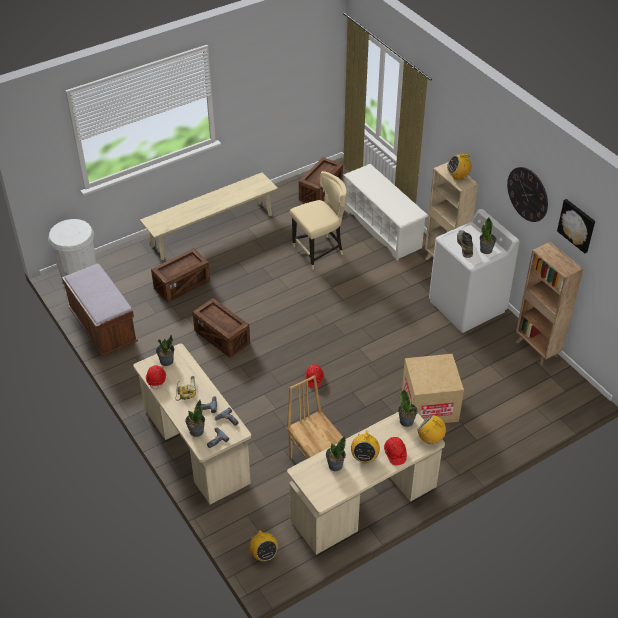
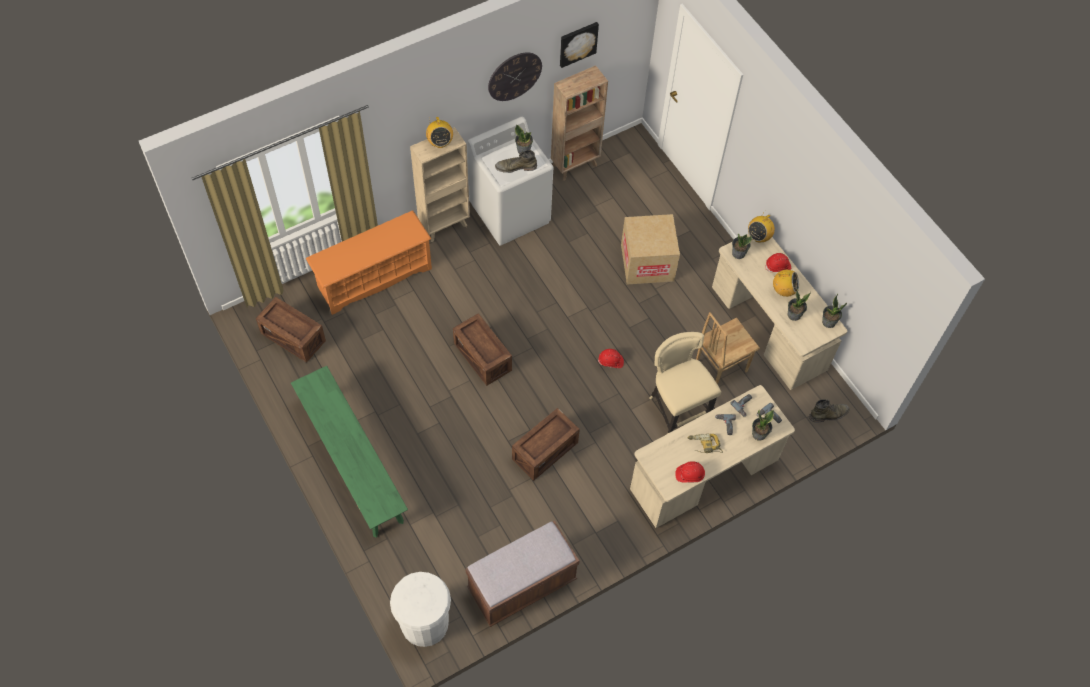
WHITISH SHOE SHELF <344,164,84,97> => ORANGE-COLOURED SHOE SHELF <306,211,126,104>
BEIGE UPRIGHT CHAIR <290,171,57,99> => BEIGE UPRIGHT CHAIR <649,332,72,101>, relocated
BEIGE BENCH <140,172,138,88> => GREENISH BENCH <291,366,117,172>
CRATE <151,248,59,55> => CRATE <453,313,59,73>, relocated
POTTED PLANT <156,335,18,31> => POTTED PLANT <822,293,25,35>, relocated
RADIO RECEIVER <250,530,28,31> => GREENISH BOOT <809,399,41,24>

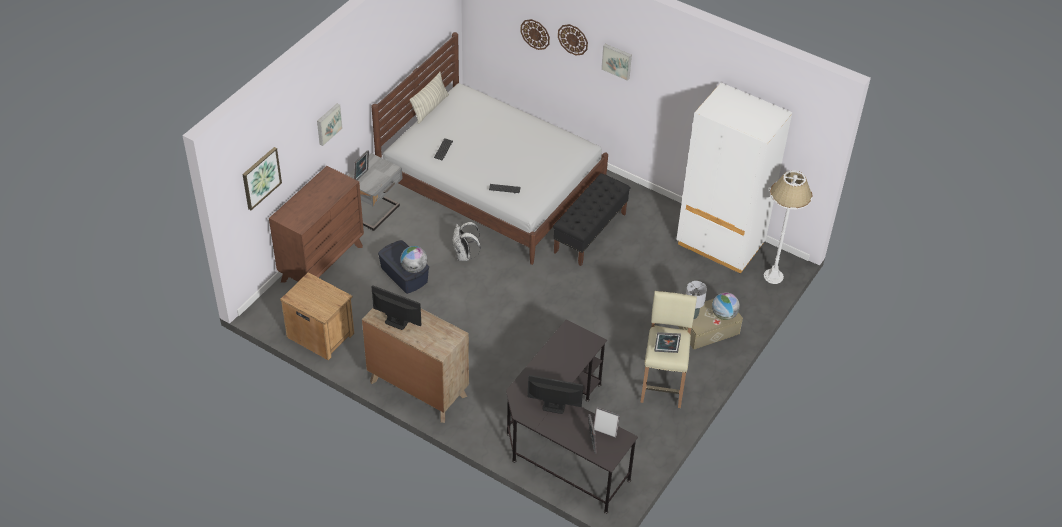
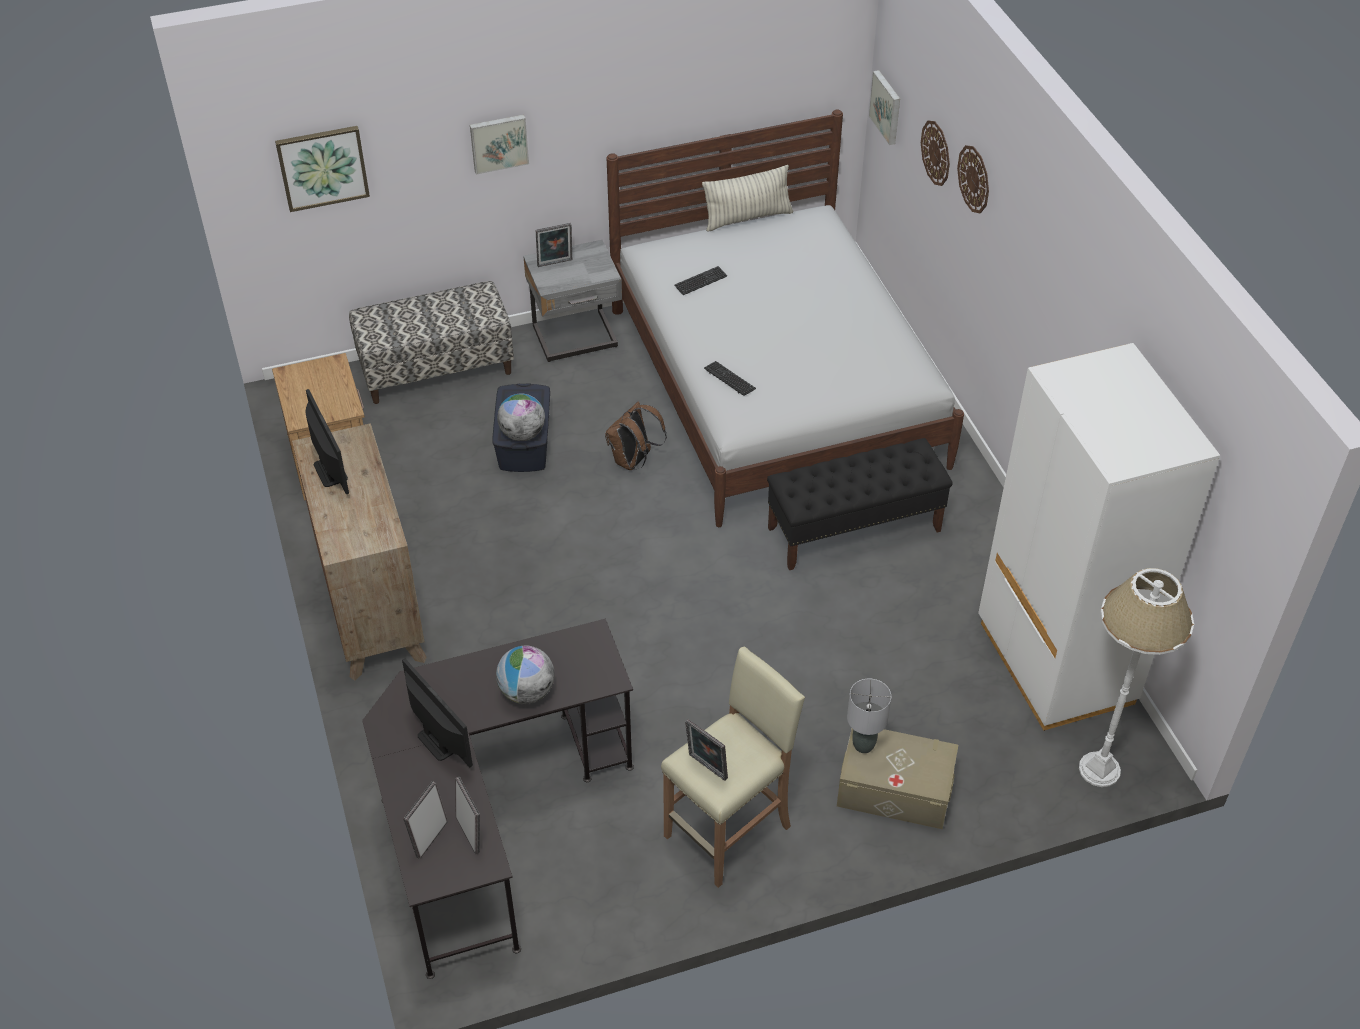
WALL ART <601,44,31,37> => WALL ART <869,70,31,75>, relocated
BROWN-COLOURED CHEST OF DRAWERS <269,166,95,117> => BENCH <349,281,165,123>
WHITISH BACKPACK <452,222,29,39> => BROWN-COLOURED BACKPACK <605,401,62,69>
DESK GLOBE <712,292,28,28> => DESK GLOBE <496,646,59,58>, relocated

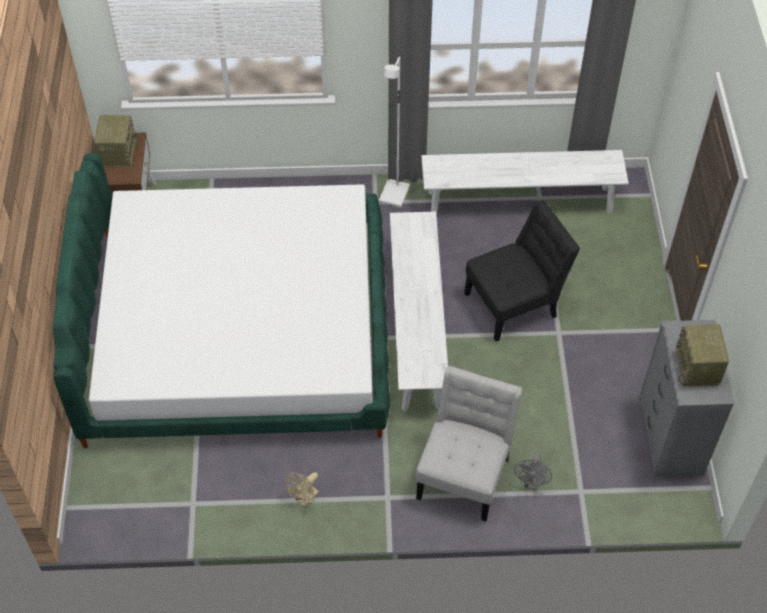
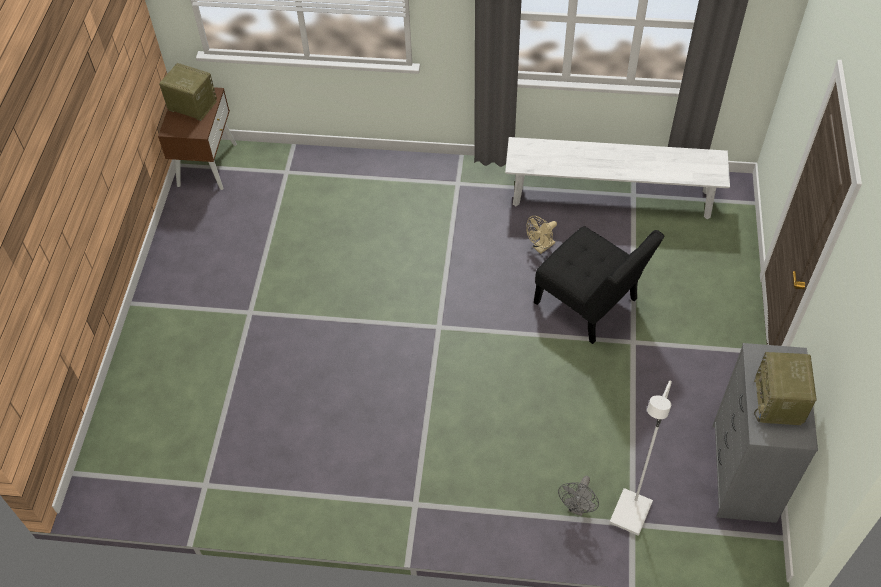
WHITISH STANDING LAMP <379,57,31,151> => WHITISH STANDING LAMP <609,380,63,156>, relocated
RADIO RECEIVER <94,115,44,52> => RADIO RECEIVER <159,63,58,58>, 75 degrees counterclockwise
BEDROOM BED <53,153,337,295> => nothing
BLACK UPRIGHT CHAIR <464,200,116,141> => BLACK UPRIGHT CHAIR <534,226,131,118>, 60 degrees clockwise
WHITISH BENCH <390,212,58,200> => nothing
WHITISH UPRIGHT CHAIR <416,366,106,155> => nothing
BEIGE COOLING FAN <286,472,33,35> => BEIGE COOLING FAN <527,216,30,38>, relocated

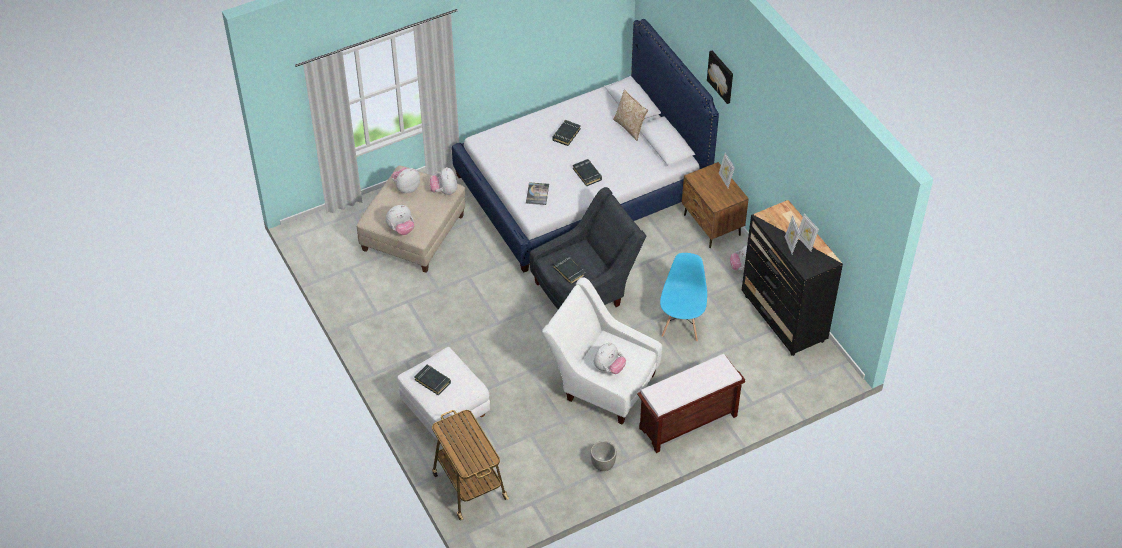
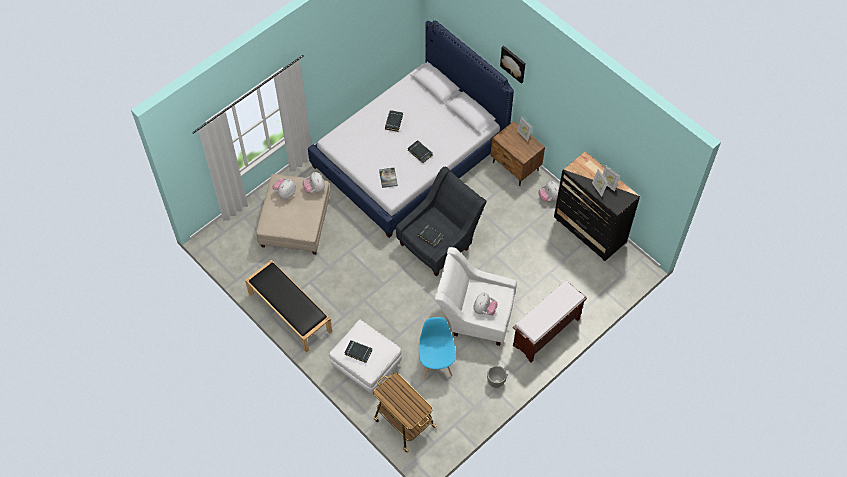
PILLOW <613,90,35,51> => nothing
CUDDLY TOY <386,205,28,30> => nothing
BLUISH UPRIGHT CHAIR <660,253,47,89> => BLUISH UPRIGHT CHAIR <419,317,37,62>, relocated
nothing => BLACK BENCH <245,260,87,93>

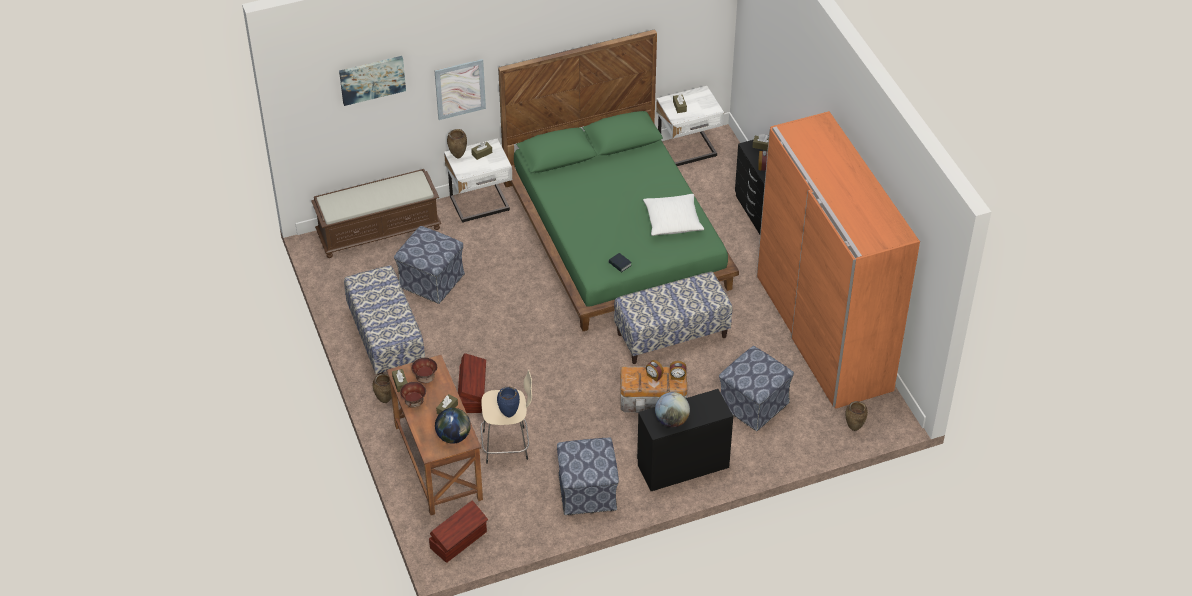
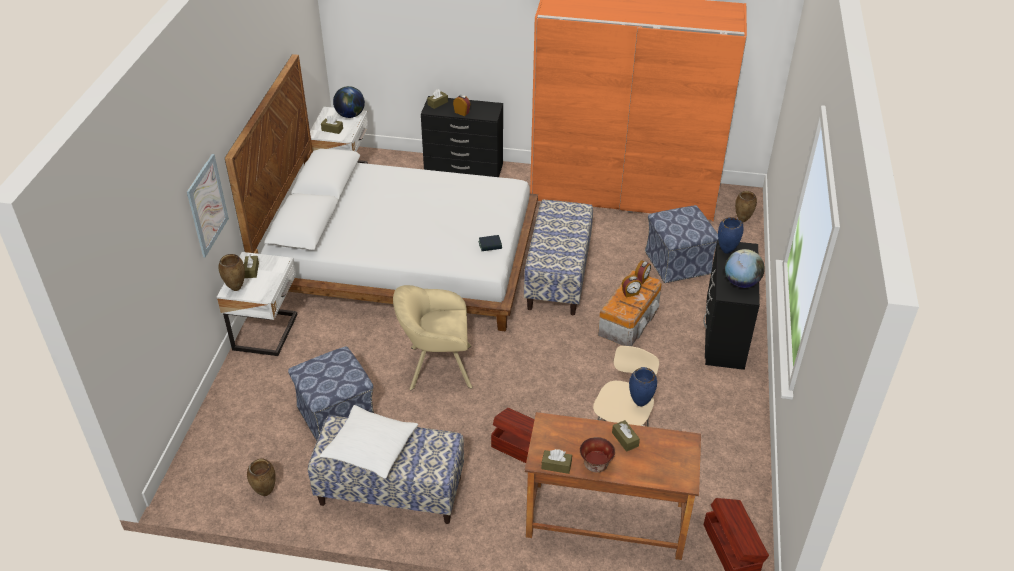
GREENISH BEDROOM BED <498,29,241,302> => WHITISH BEDROOM BED <225,54,313,278>
WALL ART <339,56,67,50> => nothing
BROWN-COLOURED BENCH <311,169,130,89> => nothing
WHITISH PILLOW <643,194,61,42> => WHITISH PILLOW <320,405,98,74>, relocated
DEEP DISH <411,358,26,25> => nothing
BROWN-COLOURED FLOWER VASE <373,374,19,29> => BROWN-COLOURED FLOWER VASE <247,458,29,38>, relocated
DESK GLOBE <435,408,36,36> => DESK GLOBE <333,86,32,32>, relocated
FOOTREST <557,437,62,78> => nothing
nothing => BLUISH FLOWER VASE <718,217,26,37>
nothing => BEIGE ARMCHAIR <393,285,79,105>

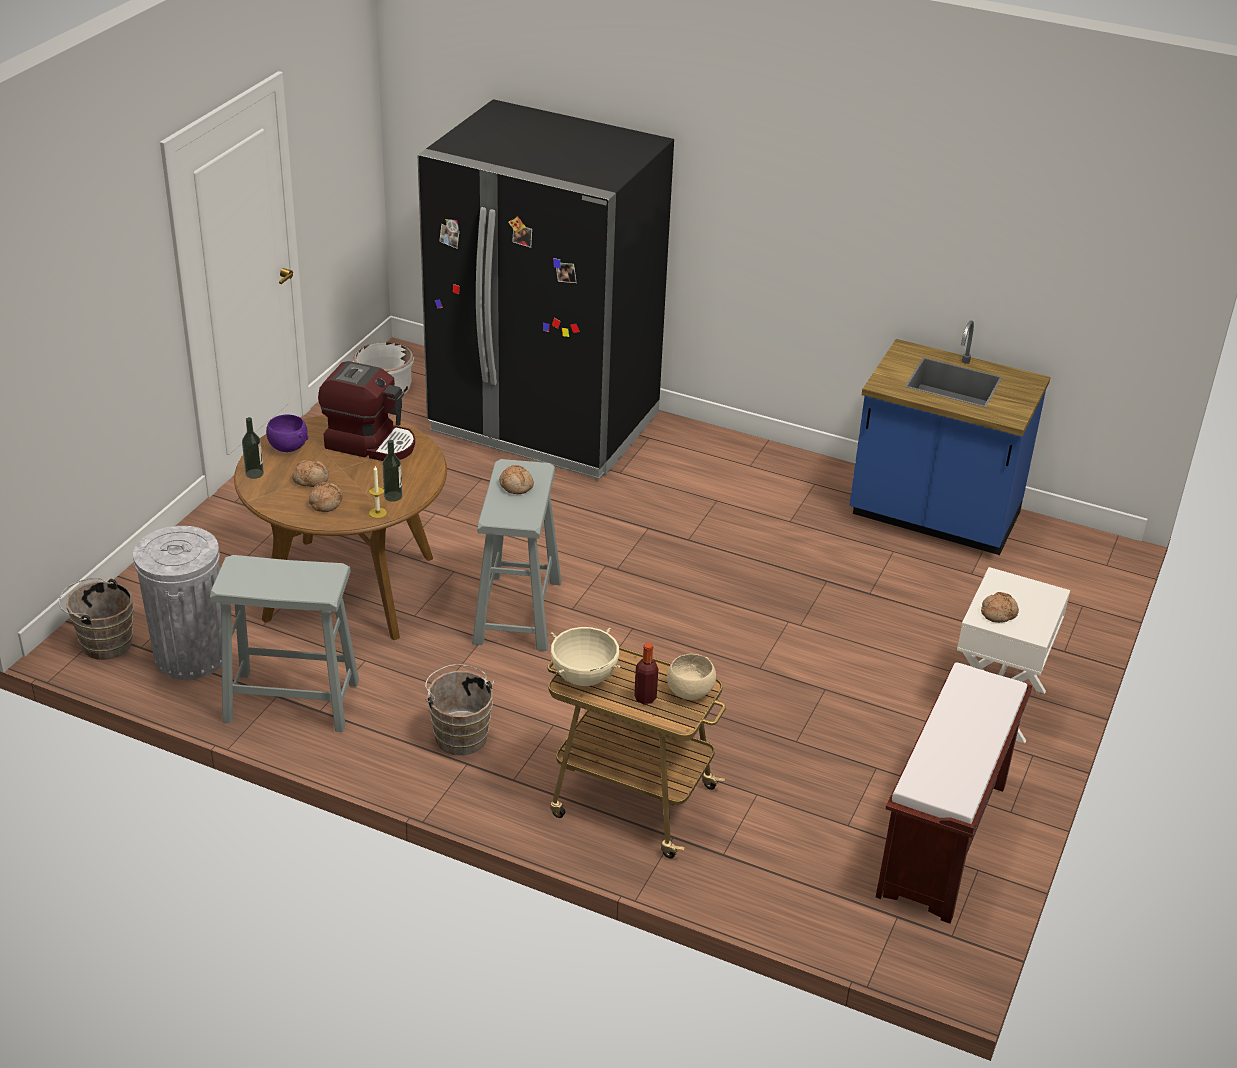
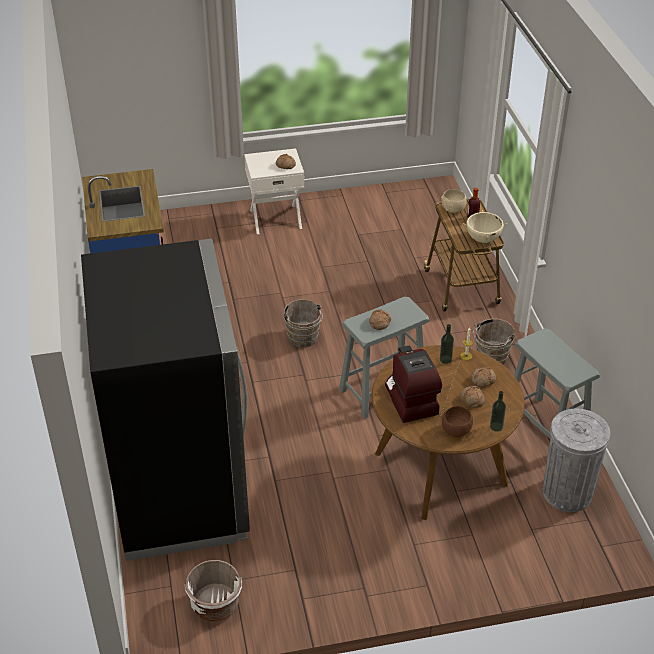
PURPLE DEEP DISH <266,414,43,38> => BROWN-COLOURED DEEP DISH <442,406,31,31>
BROWN-COLOURED PAIL <59,578,75,82> => BROWN-COLOURED PAIL <283,299,40,48>, relocated
BROWN-COLOURED BENCH <876,662,156,262> => nothing

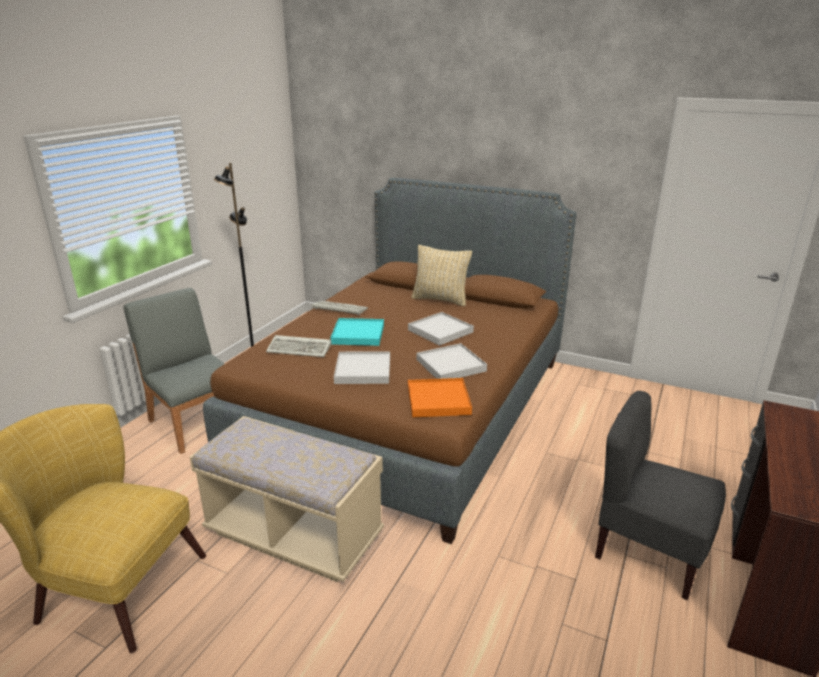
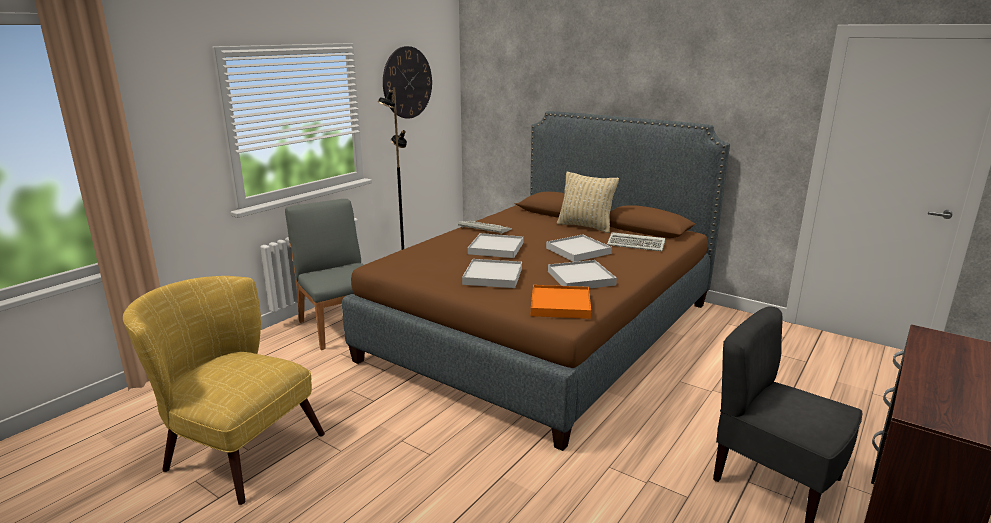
BLUE-GREEN CARRYING TRAY <330,318,54,28> => WHITISH CARRYING TRAY <468,233,56,25>
KEYBOARD <266,335,65,22> => KEYBOARD <607,232,58,19>, relocated
BEIGE BENCH <190,416,194,166> => nothing
nothing => CLOCK ON THE WALL <383,46,49,73>

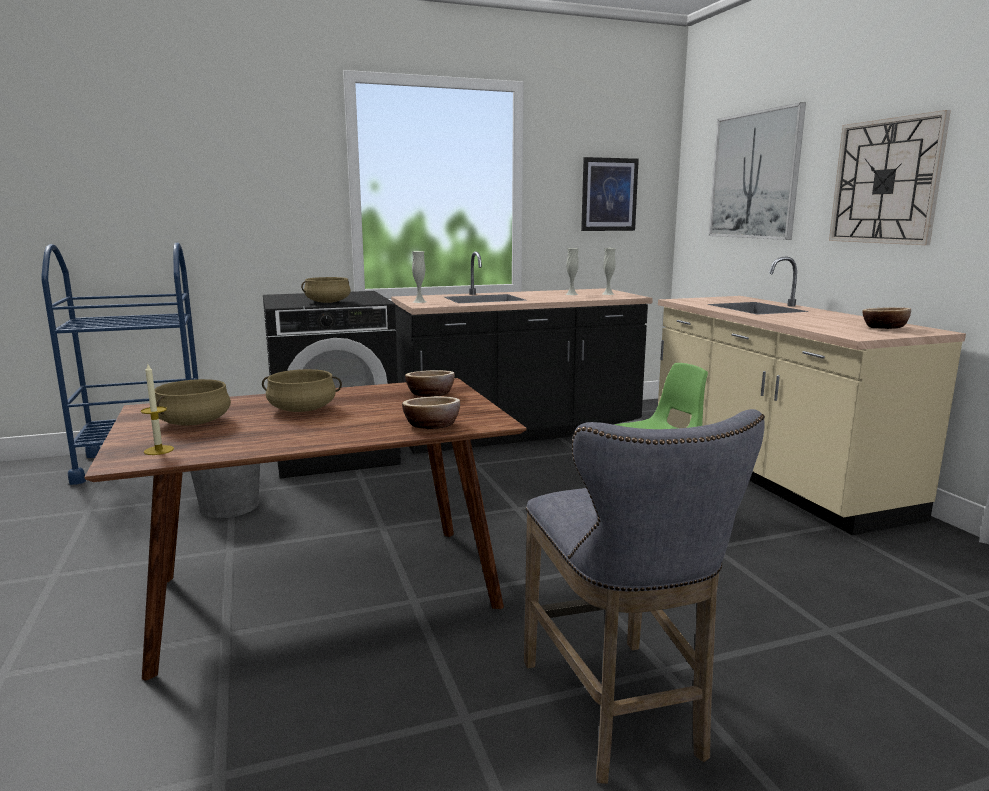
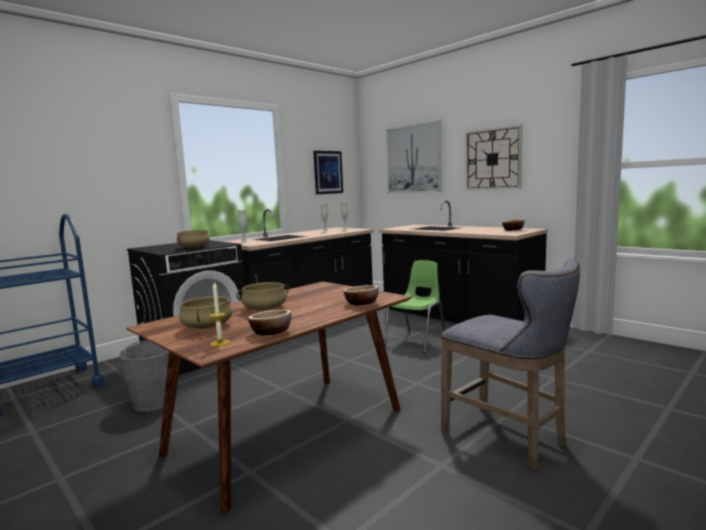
BEIGE KITCHEN BASE UNIT <658,256,308,279> => BLACK KITCHEN BASE UNIT <379,200,169,124>
DEEP DISH <405,370,50,27> => DEEP DISH <248,310,43,25>, relocated

